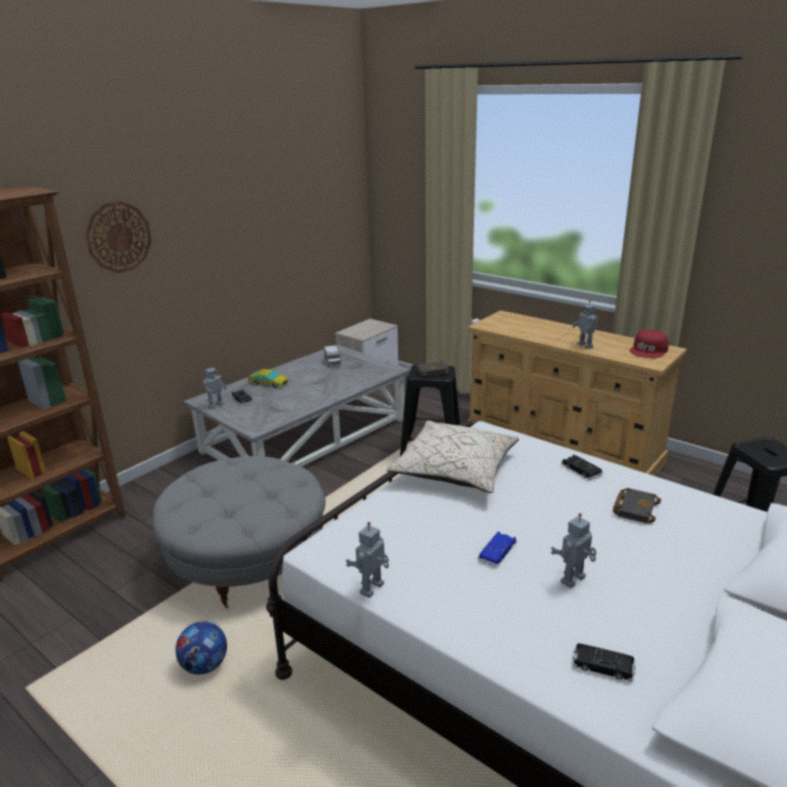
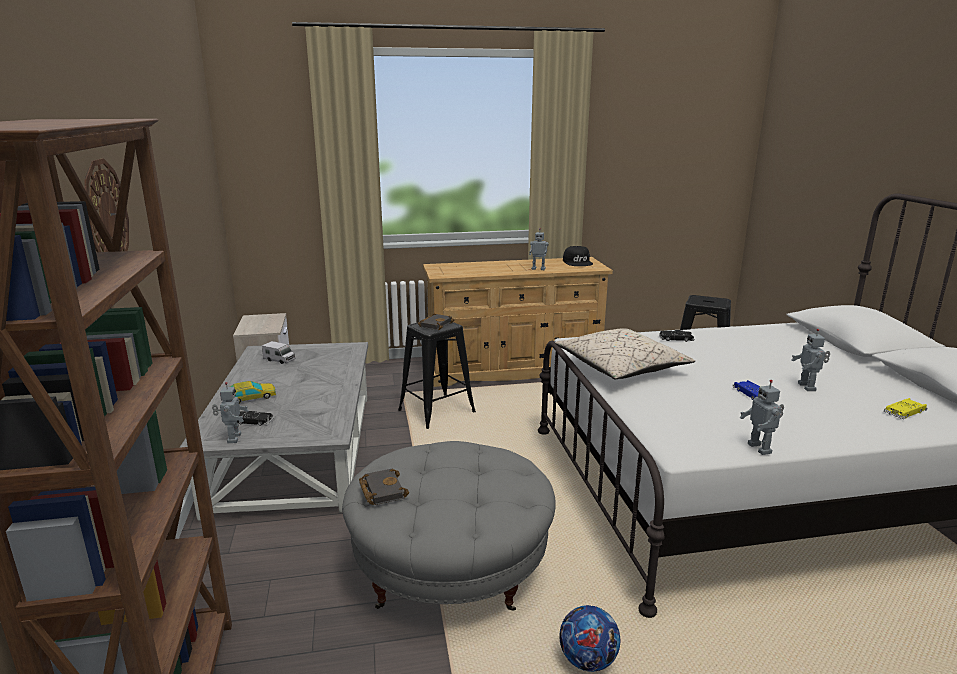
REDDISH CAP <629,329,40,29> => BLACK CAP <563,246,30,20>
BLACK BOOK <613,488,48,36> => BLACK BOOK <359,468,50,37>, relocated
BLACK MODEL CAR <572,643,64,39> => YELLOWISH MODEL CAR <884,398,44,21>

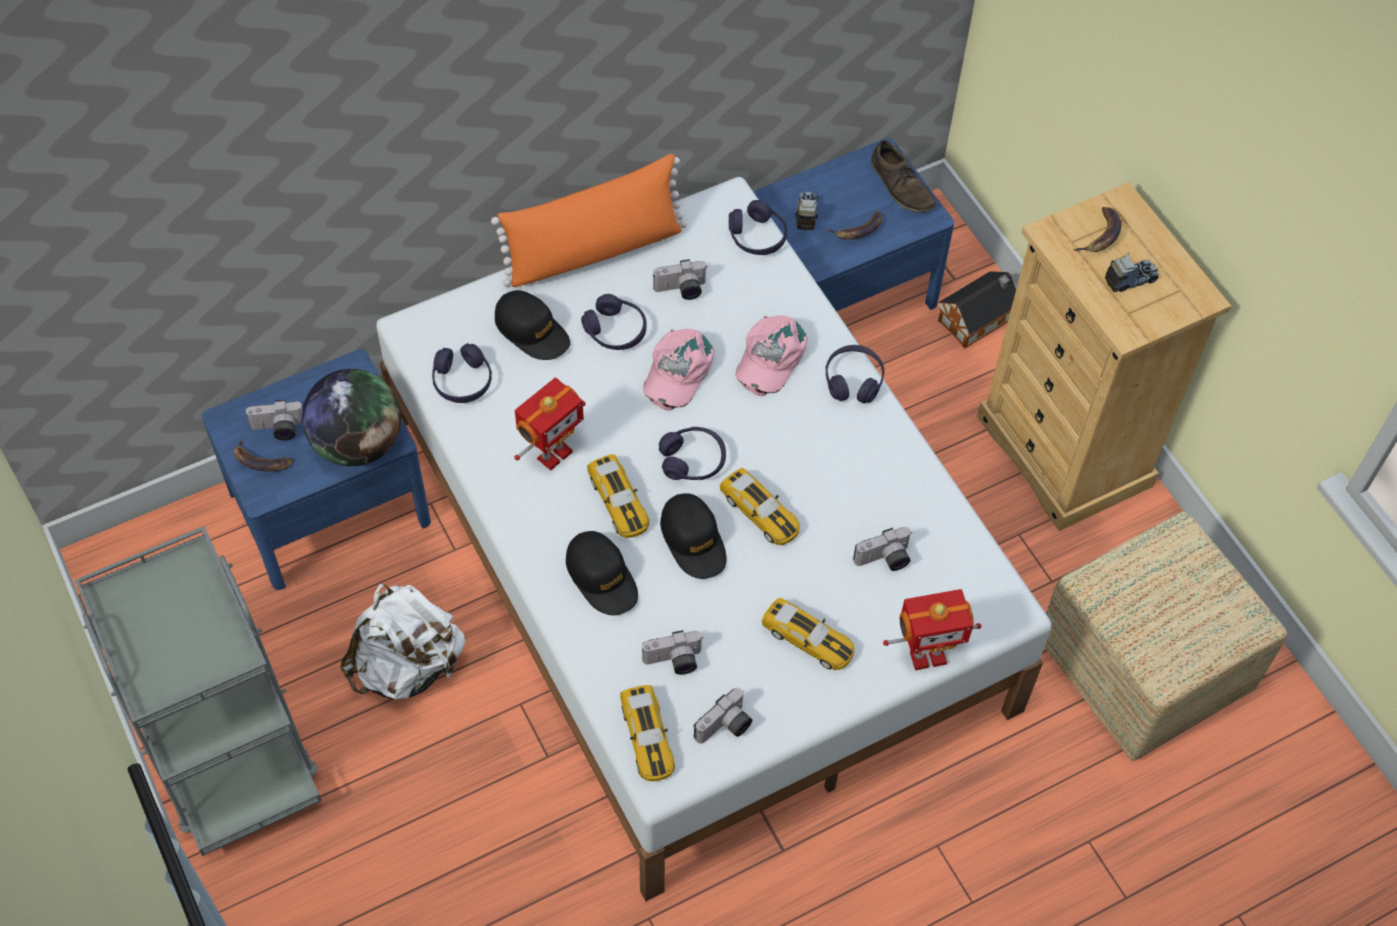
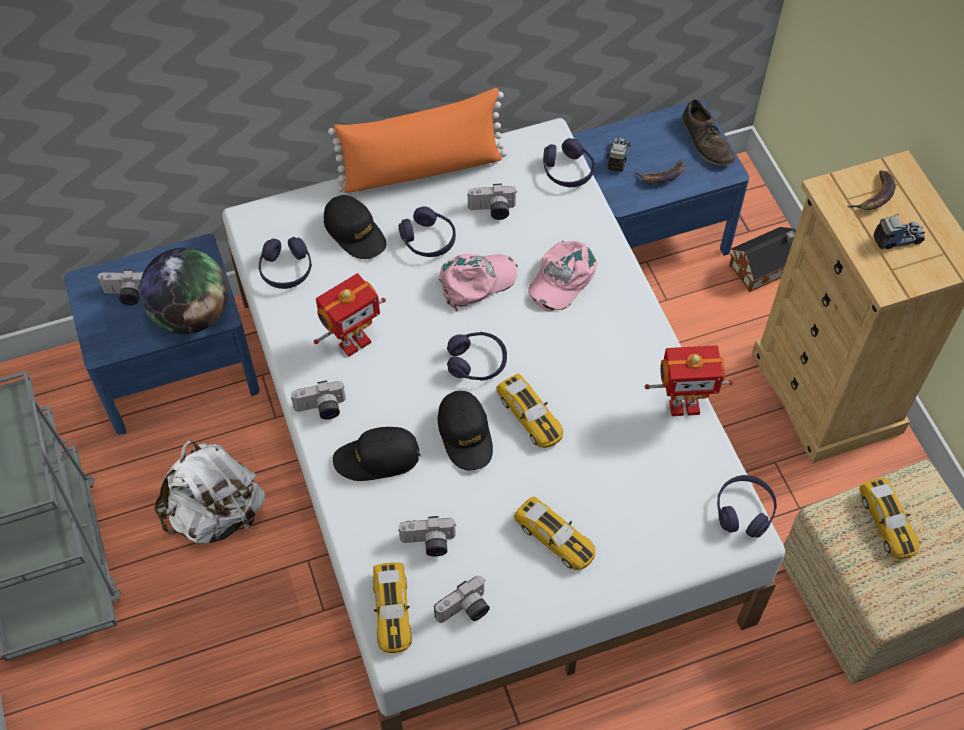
PINK CAP <643,329,72,82> => PINK CAP <438,254,80,57>, 150 degrees counterclockwise
PURPLE HEADSET <826,345,59,59> => PURPLE HEADSET <717,475,60,63>, relocated
BANANA FRUIT <233,439,60,32> => nothing
MODEL CAR <587,454,62,84> => MODEL CAR <859,477,61,82>, relocated
STILL CAMERA <853,527,58,44> => STILL CAMERA <291,380,55,39>, relocated
BLACK CAP <566,531,72,84> => BLACK CAP <333,427,88,54>, 105 degrees clockwise
MODEL ROBOT <883,589,99,81> => MODEL ROBOT <645,345,88,71>, relocated

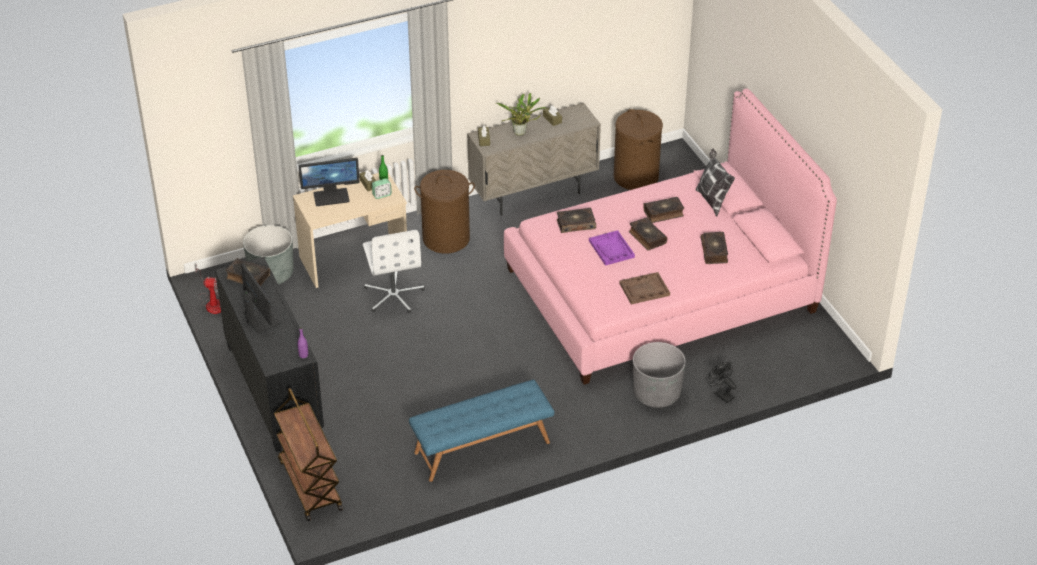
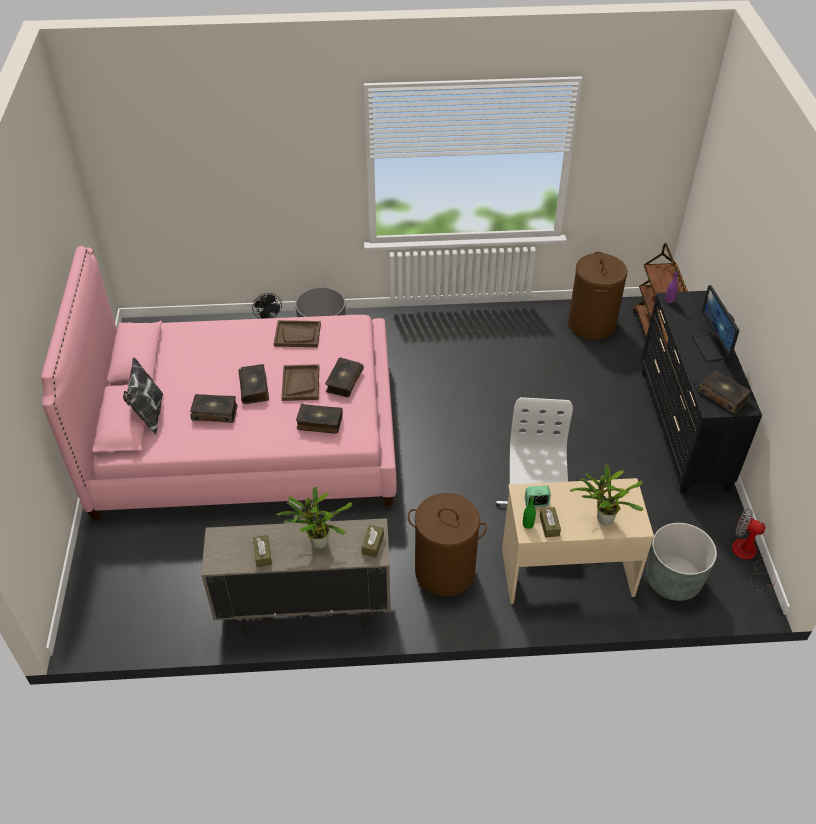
BROWN-COLOURED WASHING BASKET <614,109,49,81> => BROWN-COLOURED WASHING BASKET <568,252,59,88>, relocated
COMPUTER DISPLAY <299,158,60,48> => POTTED PLANT <570,464,73,61>
PURPLE CARRYING TRAY <589,230,46,36> => BROWN-COLOURED CARRYING TRAY <281,364,38,37>
BOOK <701,232,27,32> => BOOK <325,357,39,40>, relocated
BLUISH BENCH <409,380,146,102> => nothing

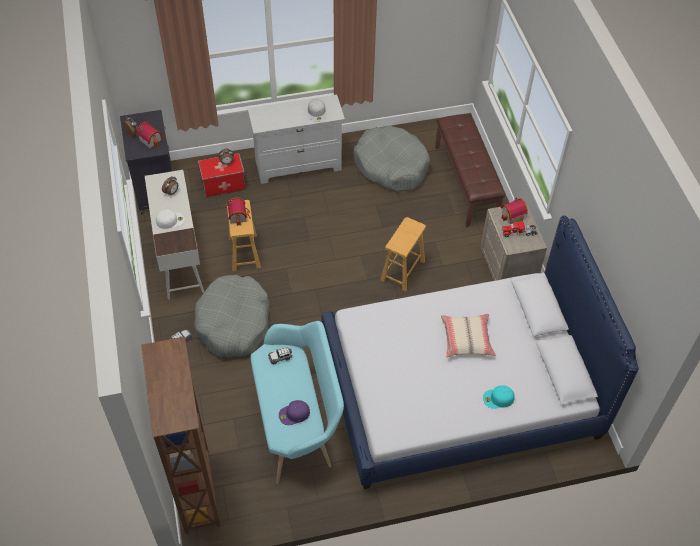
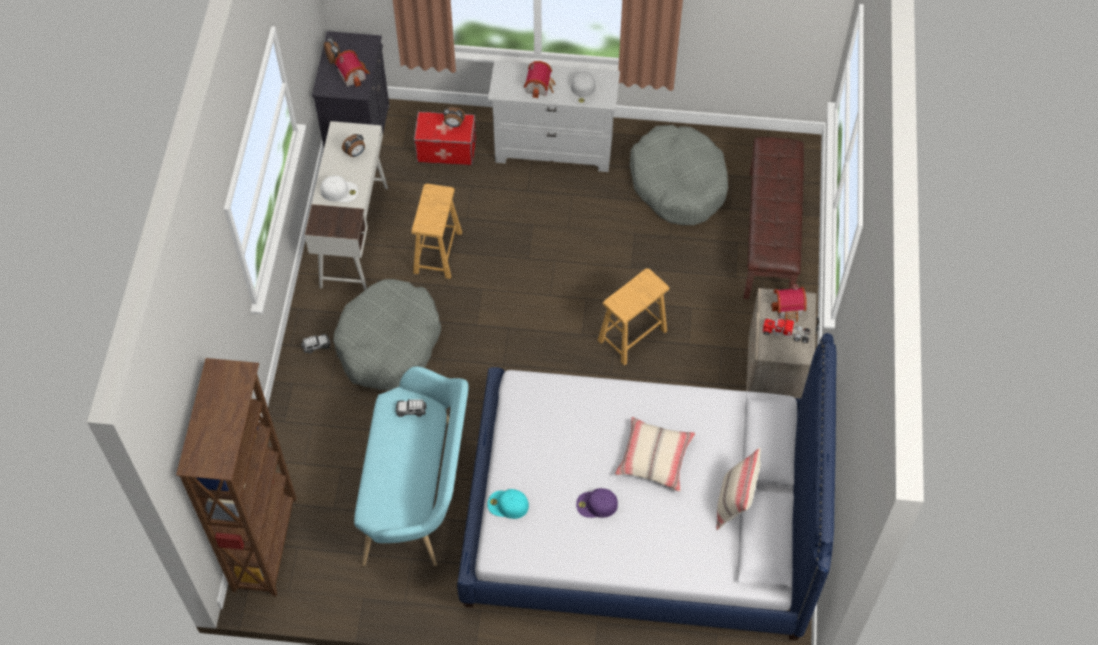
MODEL HOUSE <227,197,24,29> => MODEL HOUSE <524,61,31,38>, relocated
BLUE-GREEN CAP <483,386,32,23> => BLUE-GREEN CAP <487,489,42,30>, relocated
PURPLE CAP <279,400,31,25> => PURPLE CAP <576,488,42,30>, relocated
nothing => BEIGE PILLOW <716,448,45,82>

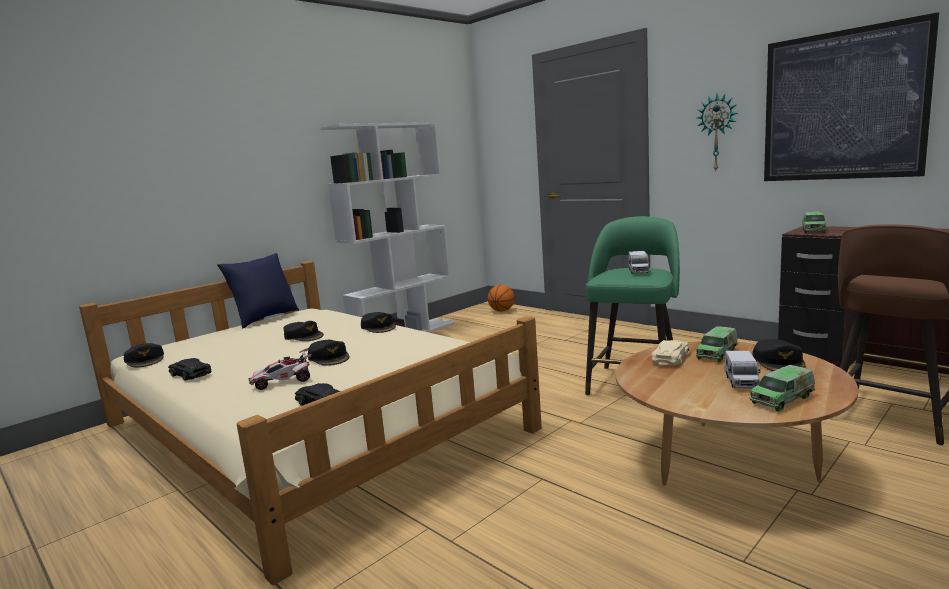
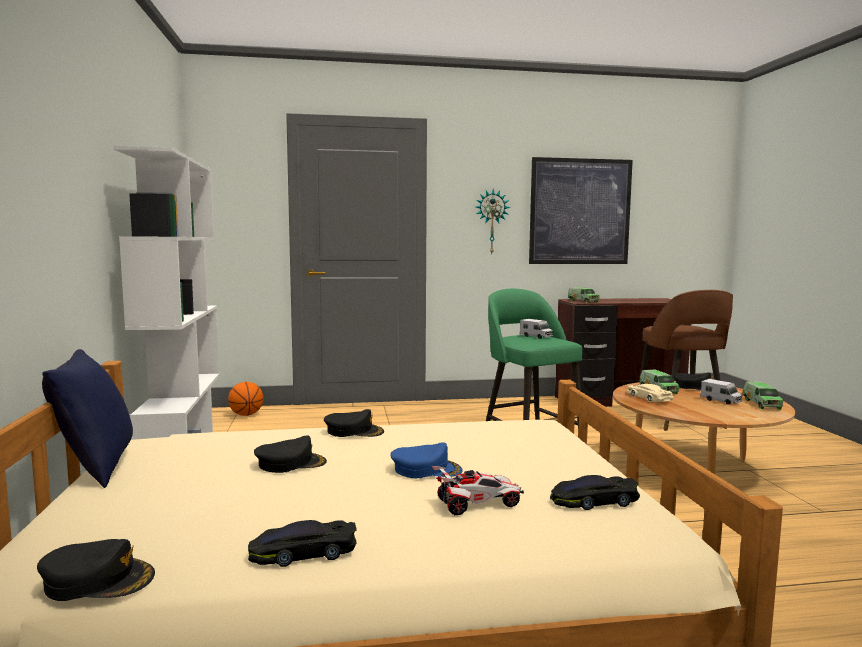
BLACK CAP <308,340,41,26> => BLUISH CAP <391,442,72,36>
MODEL CAR <249,348,62,42> => MODEL CAR <432,466,92,49>, 120 degrees counterclockwise

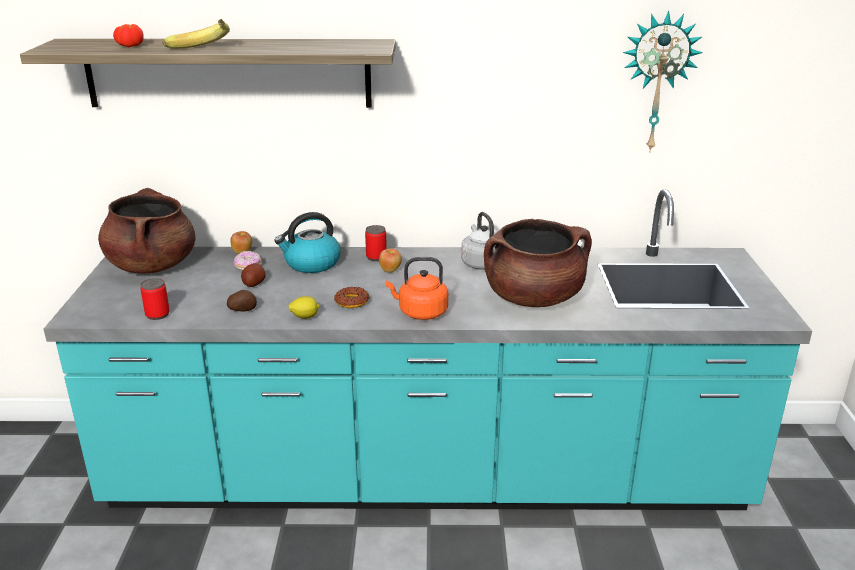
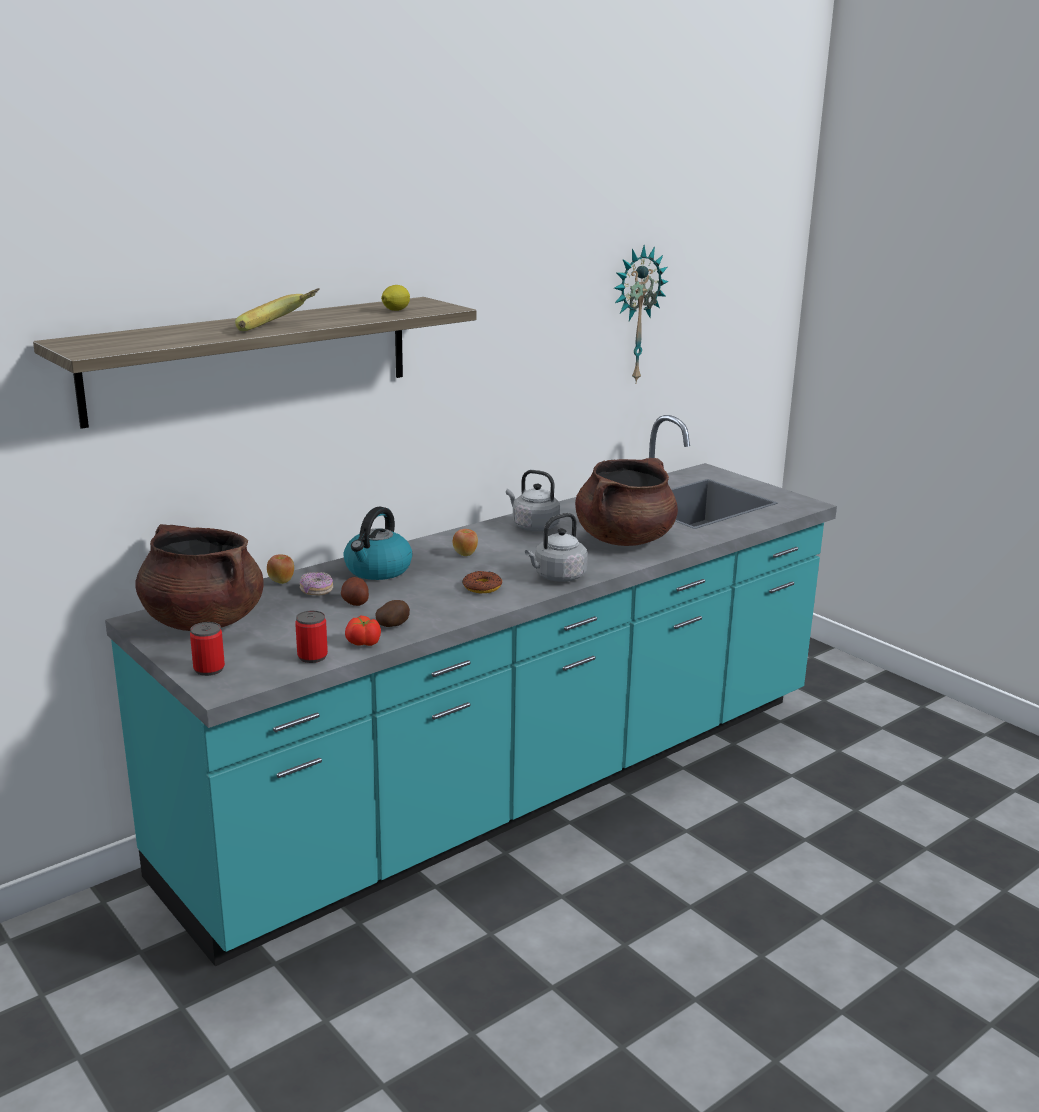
FRESH TOMATO <113,24,31,23> => FRESH TOMATO <345,616,36,30>, relocated
SEALED CAN <365,225,22,36> => SEALED CAN <190,622,35,54>, relocated
ORANGE-COLOURED WATER KETTLE <385,257,63,63> => GREY WATER KETTLE <525,513,63,69>
WHOLE LEMON <288,296,32,23> => WHOLE LEMON <381,285,29,26>, relocated

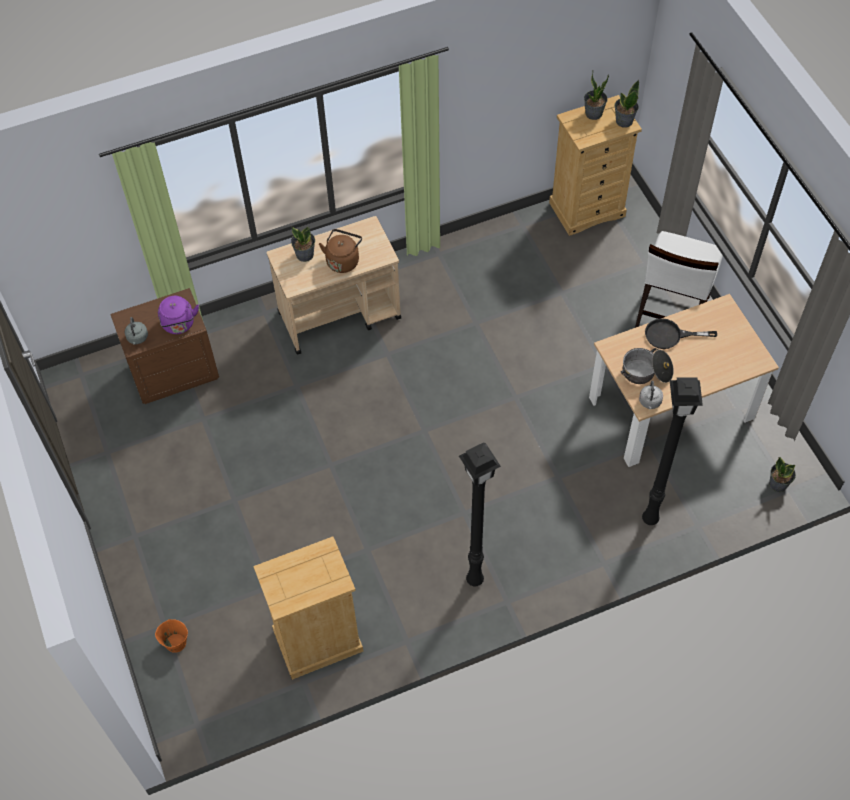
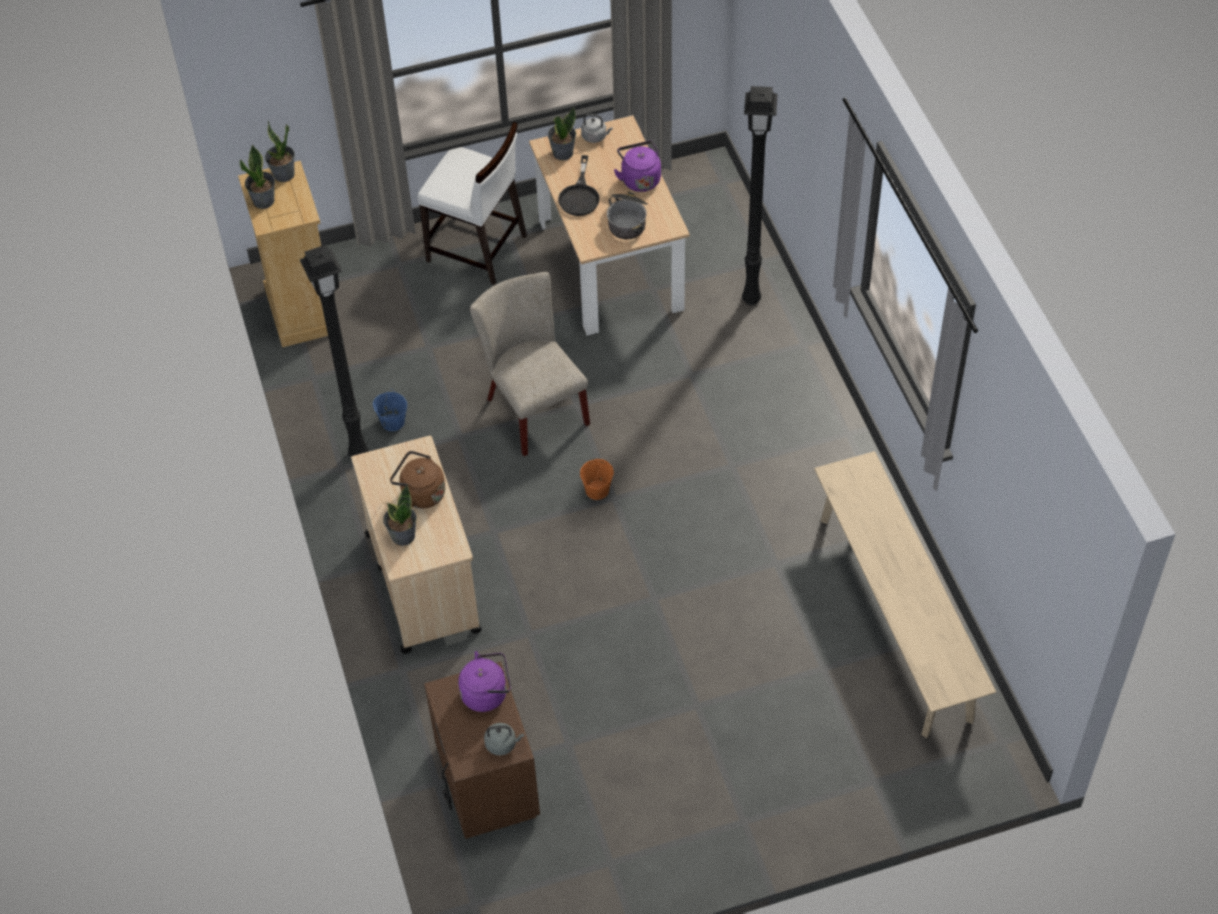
GREY WATER KETTLE <639,381,24,28> => GREY WATER KETTLE <581,114,32,29>, relocated
BLACK STANDING LAMP <459,443,42,143> => BLACK STANDING LAMP <300,245,68,212>, relocated
POTTED PLANT <769,457,27,35> => POTTED PLANT <548,107,28,53>, relocated
BEIGE CHEST OF DRAWERS <253,537,110,143> => BEIGE BENCH <814,451,182,287>
ORANGE-COLOURED PAIL <155,619,33,34> => ORANGE-COLOURED PAIL <580,459,34,41>, relocated
nothing => PURPLE WATER KETTLE <614,141,47,51>
nothing => BEIGE UPRIGHT CHAIR <470,272,120,184>
nothing => BLUISH PAIL <373,389,34,42>

